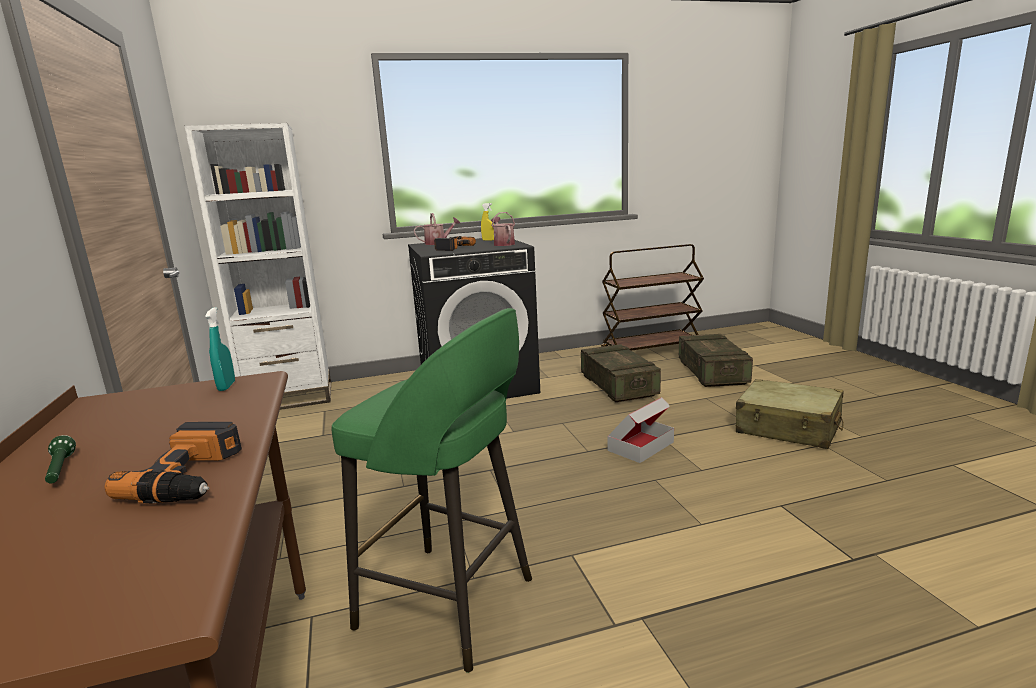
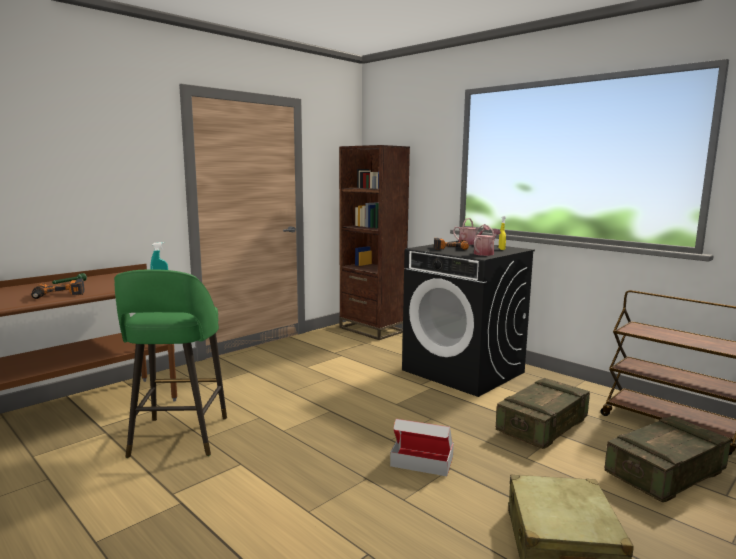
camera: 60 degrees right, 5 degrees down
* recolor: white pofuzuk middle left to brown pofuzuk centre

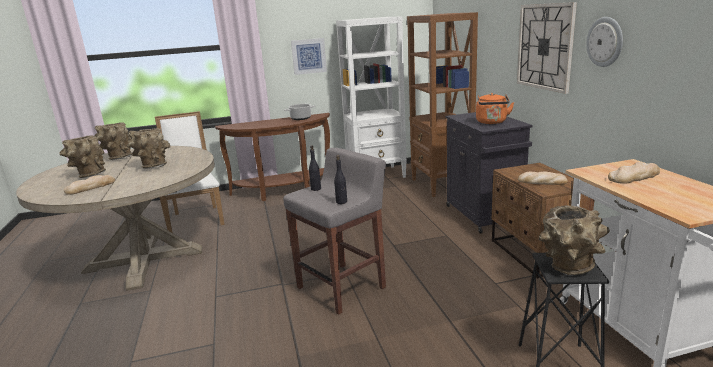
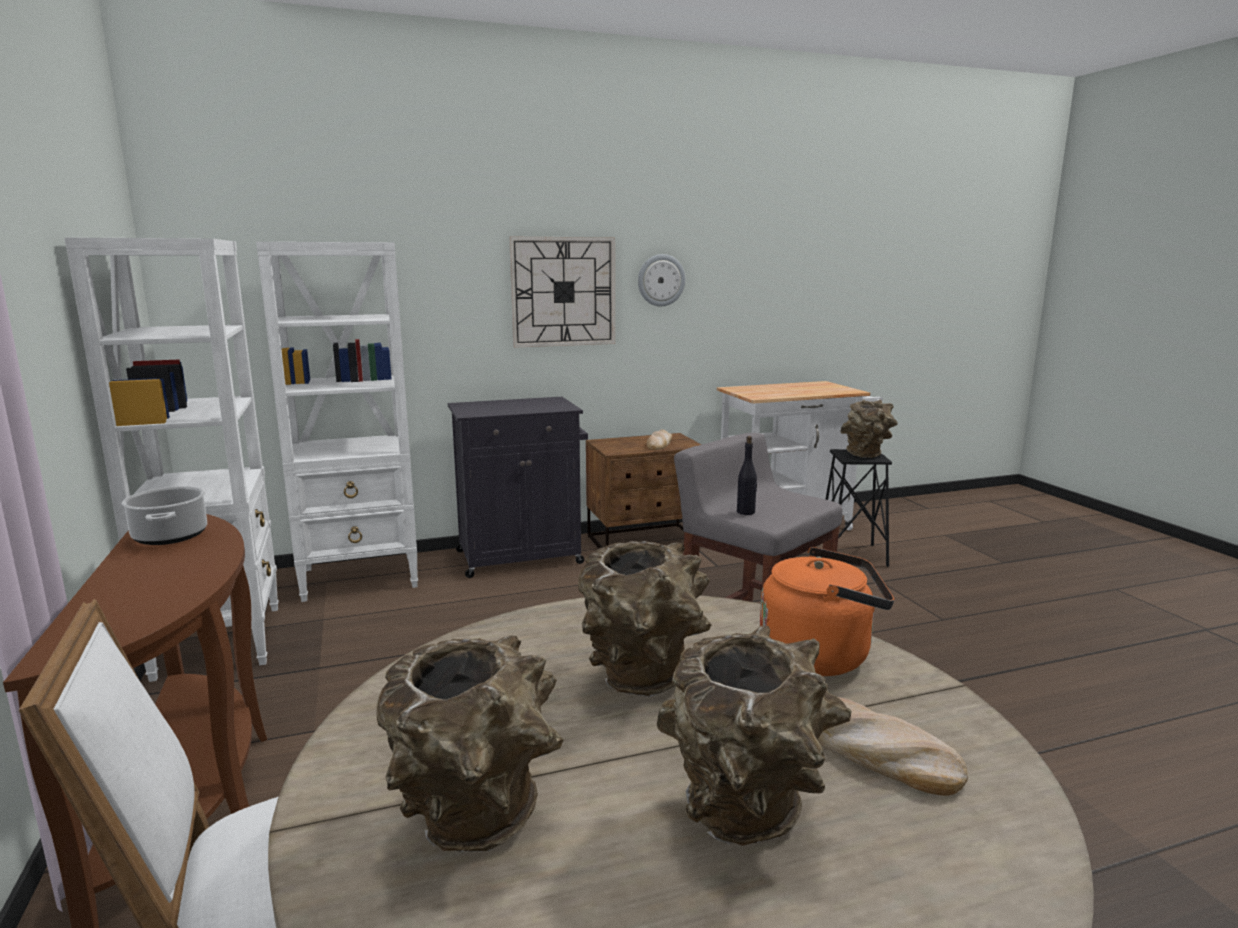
camera: 95 degrees left, 5 degrees down
* delete: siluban top centre
* delete: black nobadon (2nd from left) centre
* recolor: brown pofuzuk top centre to white pofuzuk (2nd from left) middle left
* move: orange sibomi top right to middle right
* delete: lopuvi (3rd from left) middle right

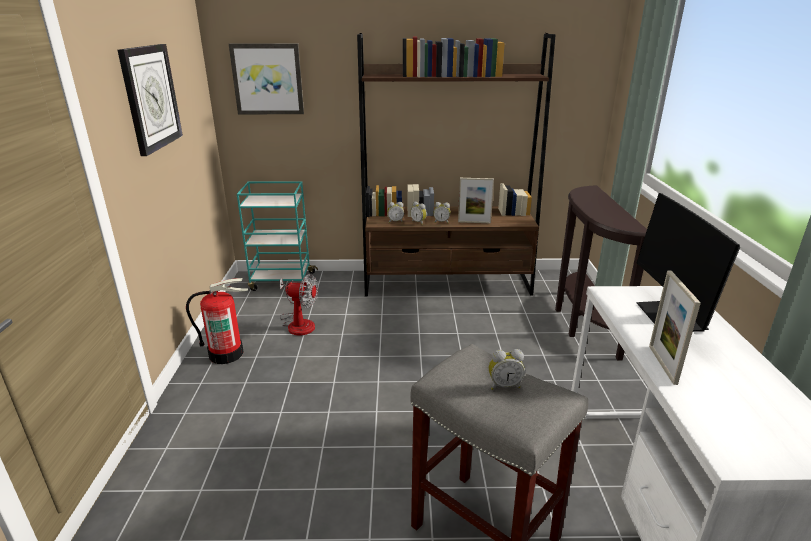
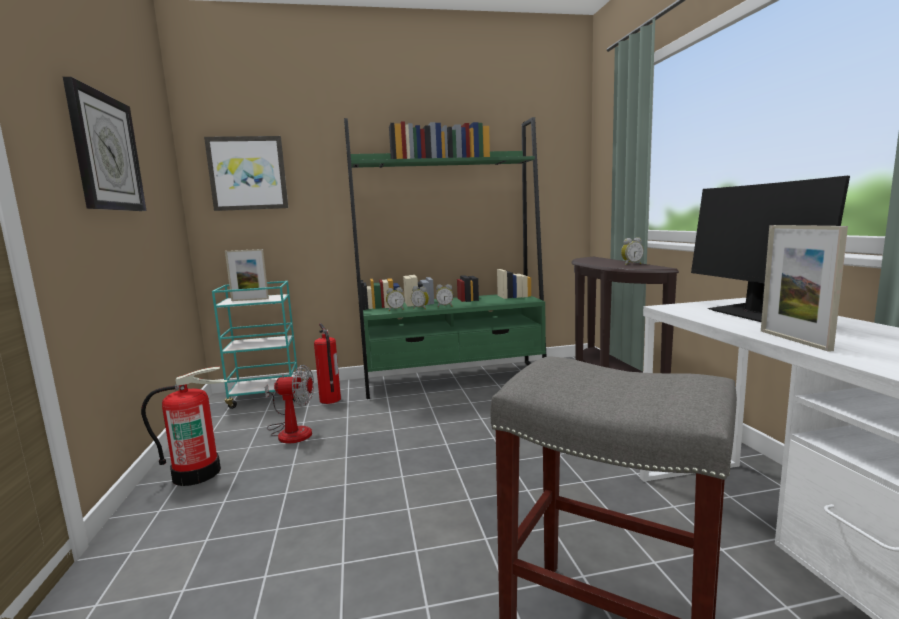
camera: 10 degrees left, 15 degrees down
* recolor: brown pofuzuk top centre to green pofuzuk centre
* move: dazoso (1st from left) centre to middle left
* move: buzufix (4th from left) bottom centre to middle right
* insert: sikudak (2nd from left) centre

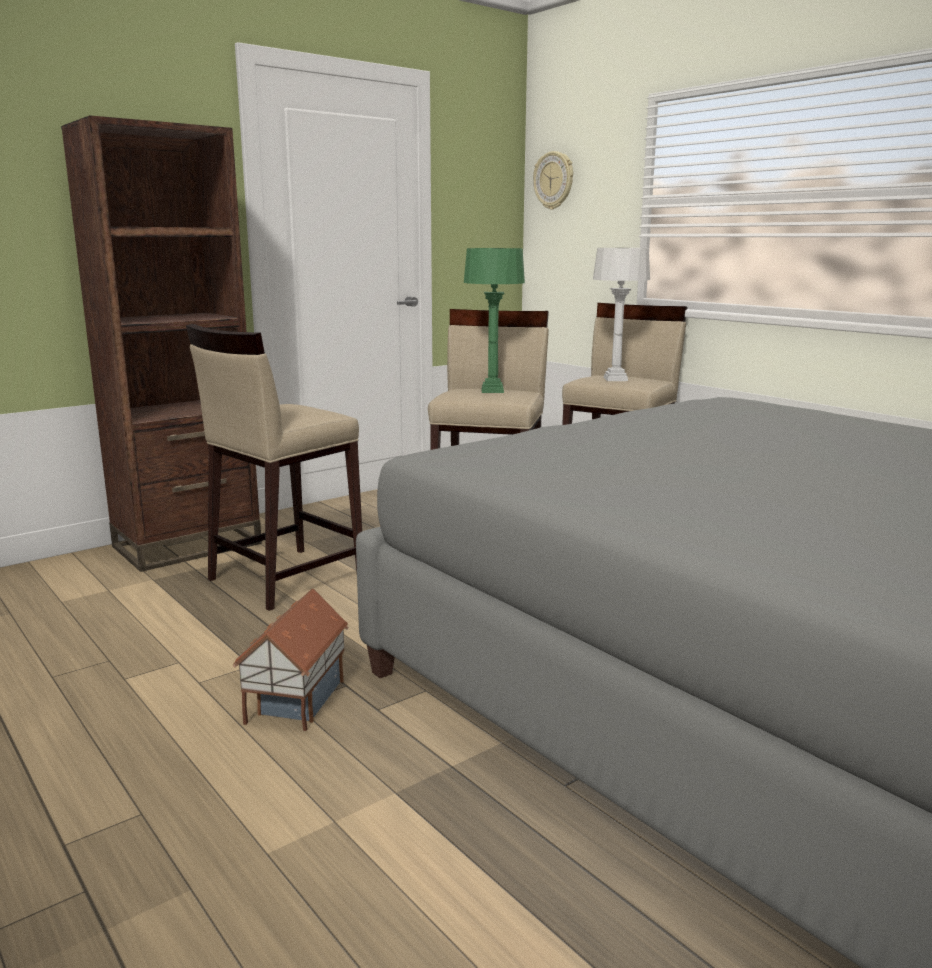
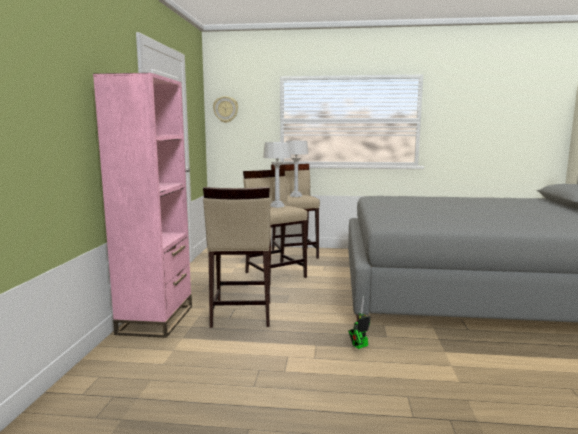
camera: 45 degrees left, 5 degrees down
* recolor: brown pofuzuk middle left to pink pofuzuk middle left
* replace: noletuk bottom left to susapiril bottom centre
* recolor: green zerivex top centre to grey zerivex (1st from left) centre

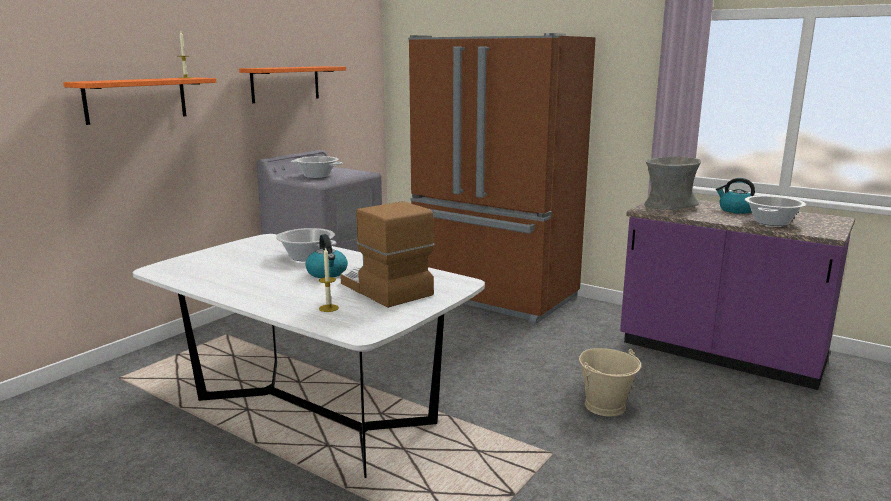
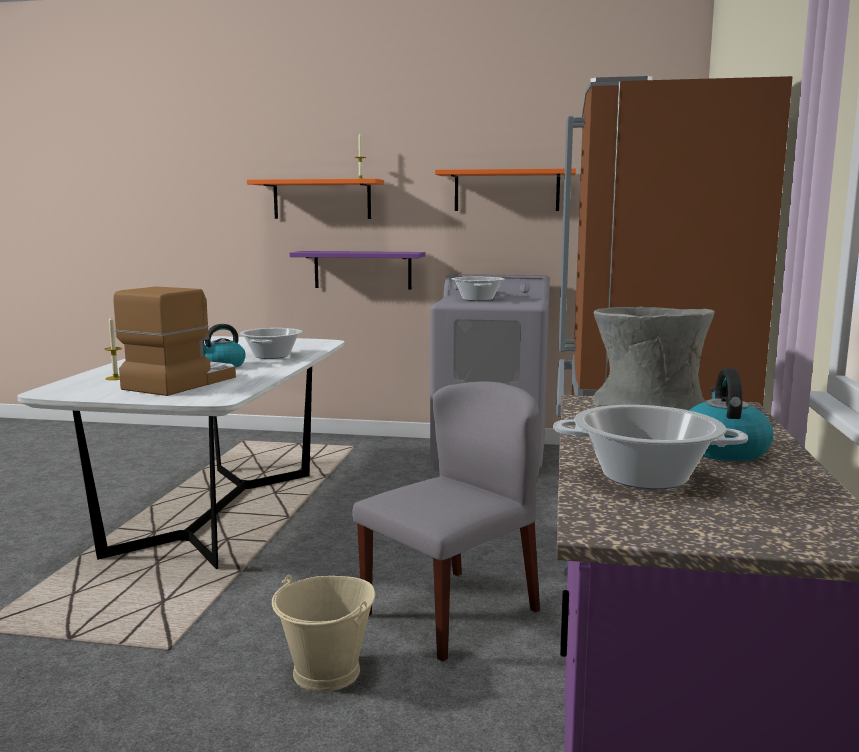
camera: 65 degrees right, 5 degrees down
* insert: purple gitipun centre
* insert: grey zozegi bottom centre

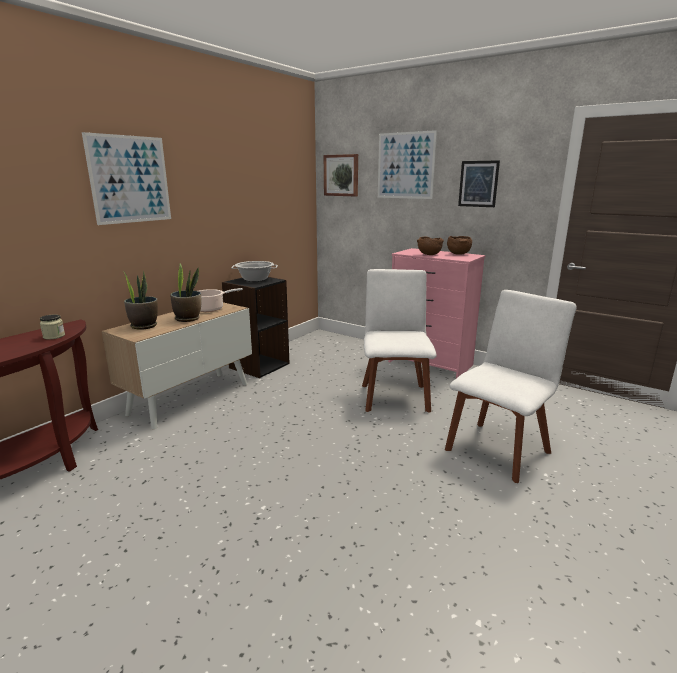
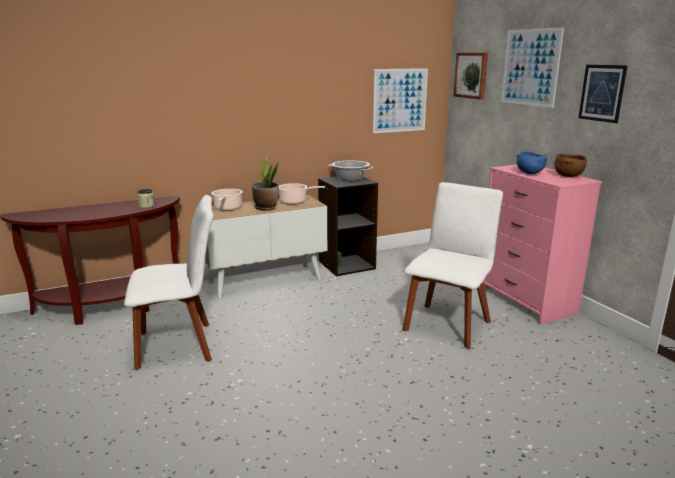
camera: 30 degrees right, 0 degrees up
* move: siluban (1st from left) top left to top centre
* replace: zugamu (1st from left) middle left to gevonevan (1st from left) centre
* recolor: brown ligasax (1st from left) centre to blue ligasax middle right
* move: white zozegi (2nd from left in the first image) middle right to white zozegi (1st from left) middle left

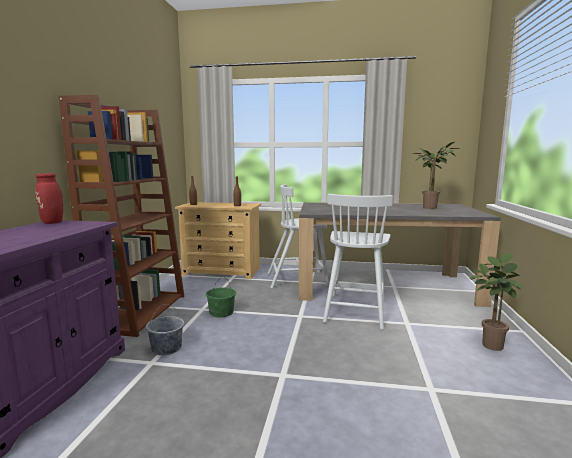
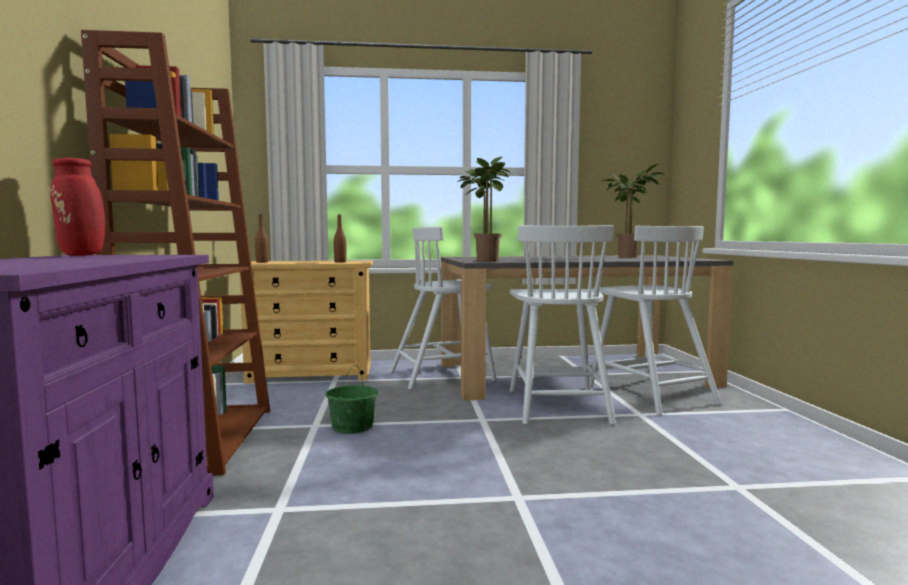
camera: 15 degrees left, 5 degrees down
* delete: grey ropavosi bottom left
* move: zugamu (2nd from left in the first image) middle right to zugamu (1st from left) centre
* insert: white zozegi (3rd from left) middle right

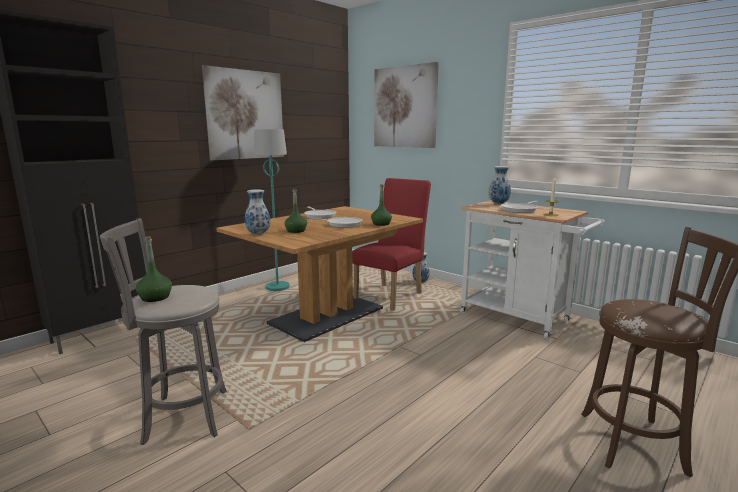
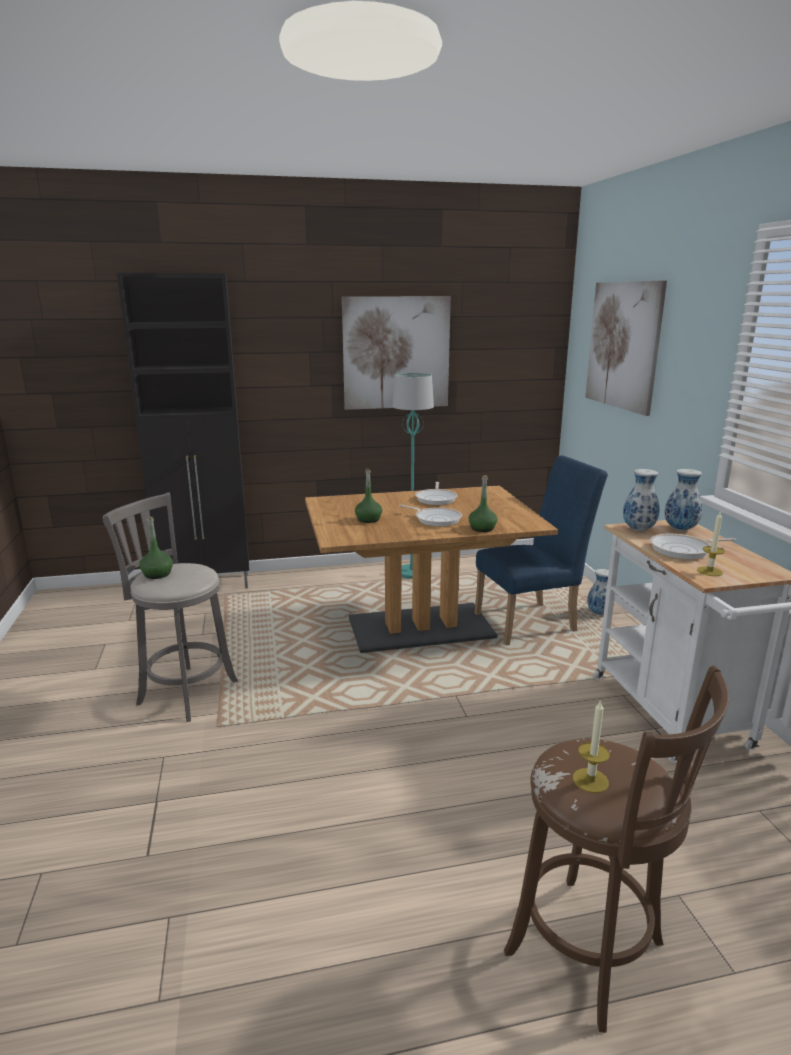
camera: 35 degrees right, 5 degrees up
* move: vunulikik (1st from left in the first image) centre to vunulikik (2nd from left) middle right
* recolor: red zozegi centre to blue zozegi middle right
* insert: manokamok (1st from left) bottom right

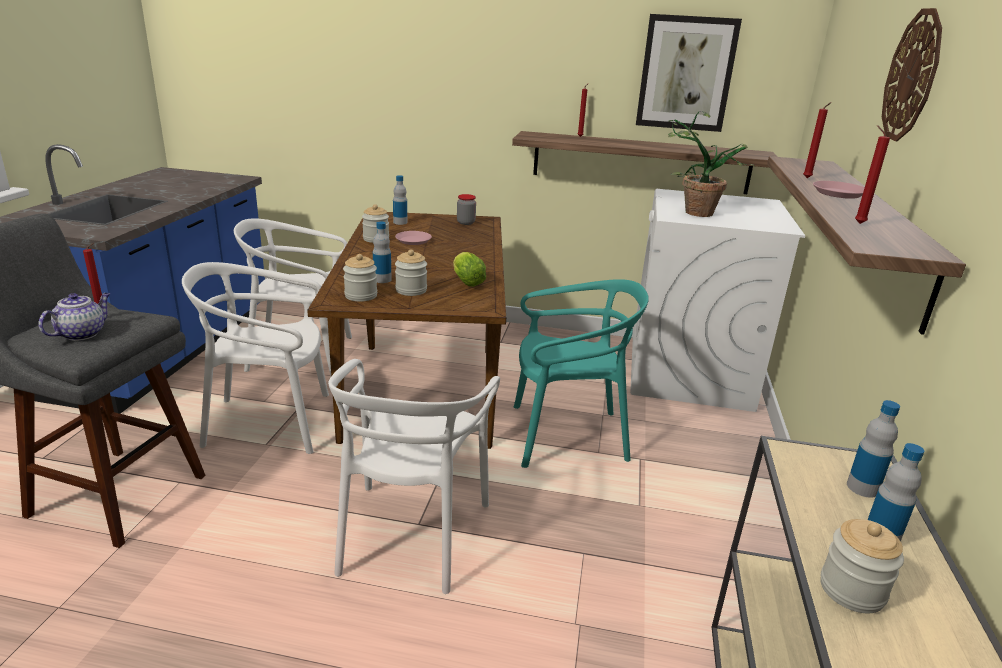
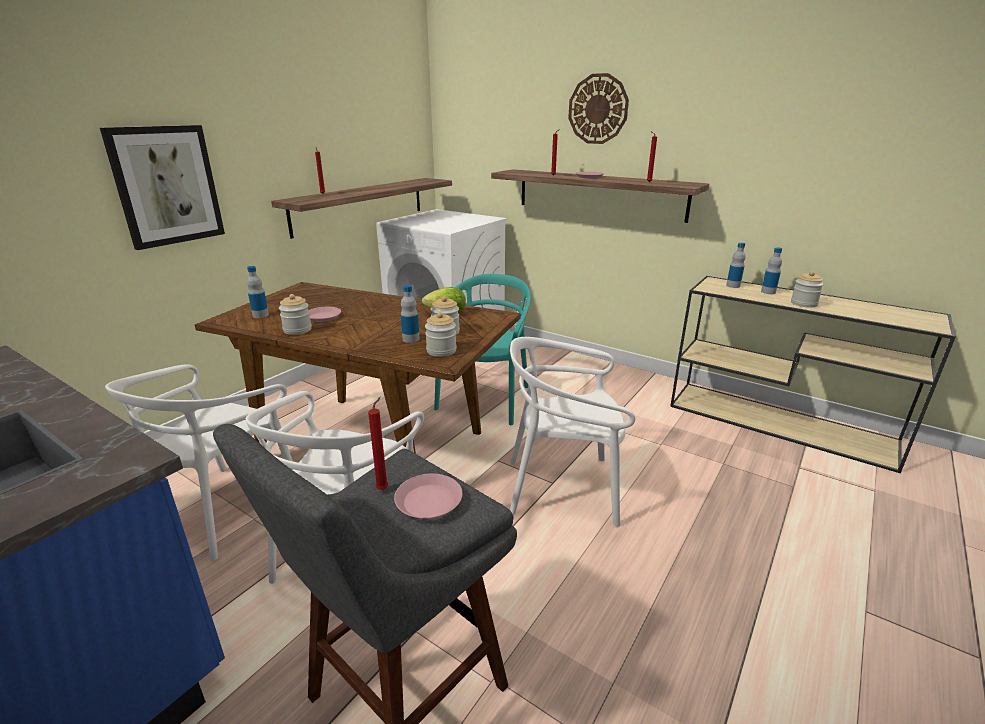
camera: 65 degrees left, 0 degrees up
* replace: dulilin middle left to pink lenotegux (2nd from left) bottom centre
* rotate: white zozegi (3rd from left) bottom centre = centre 150 degrees clockwise
* delete: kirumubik (4th from left) top centre
* move: siluban top right to top left
* delete: zugamu top right

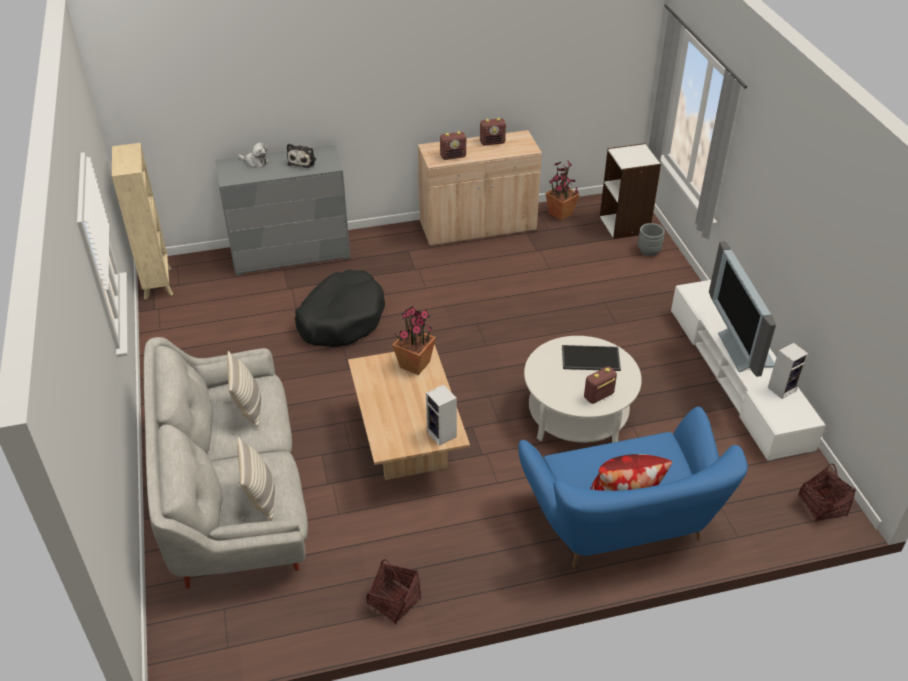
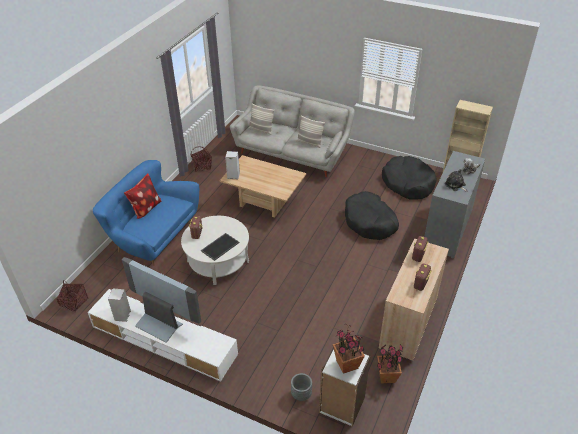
camera: 130 degrees right, 0 degrees up
* move: zugamu (1st from left) centre to bottom centre
* insert: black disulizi (2nd from left) middle right

